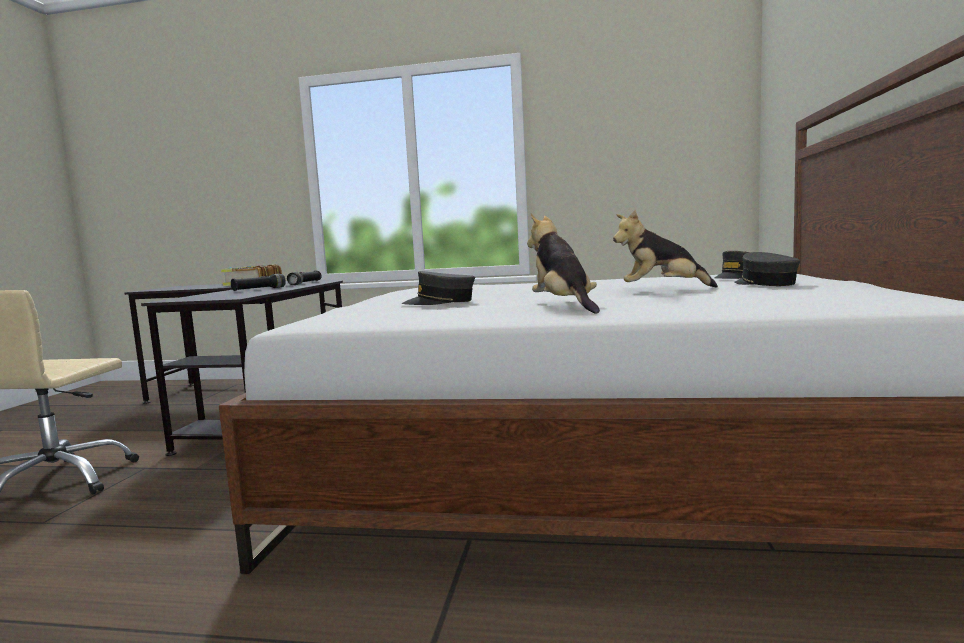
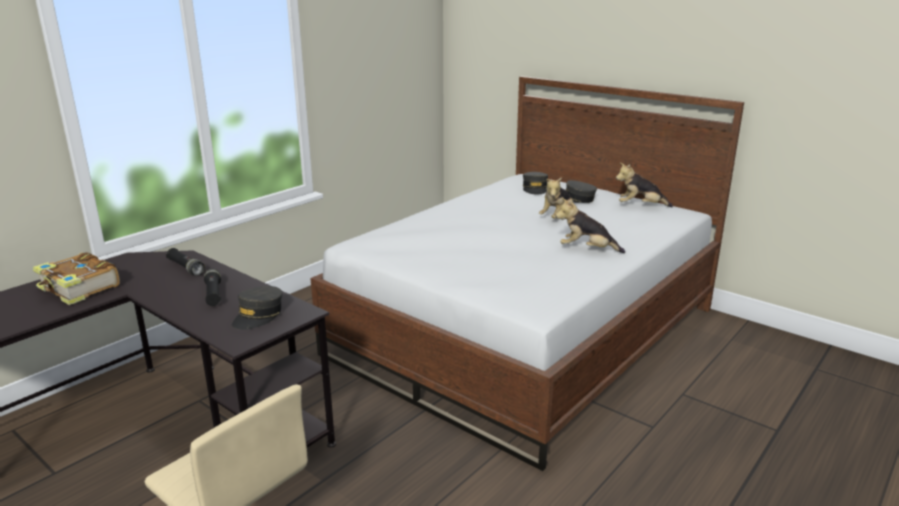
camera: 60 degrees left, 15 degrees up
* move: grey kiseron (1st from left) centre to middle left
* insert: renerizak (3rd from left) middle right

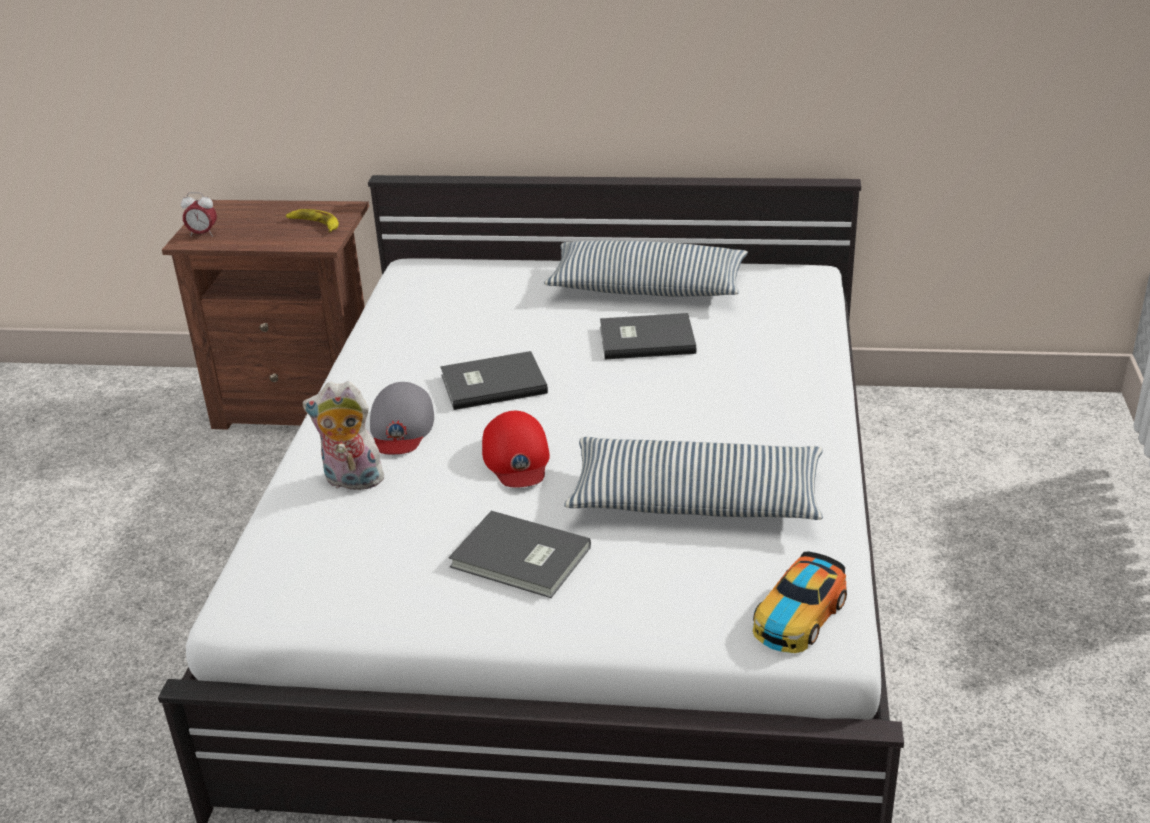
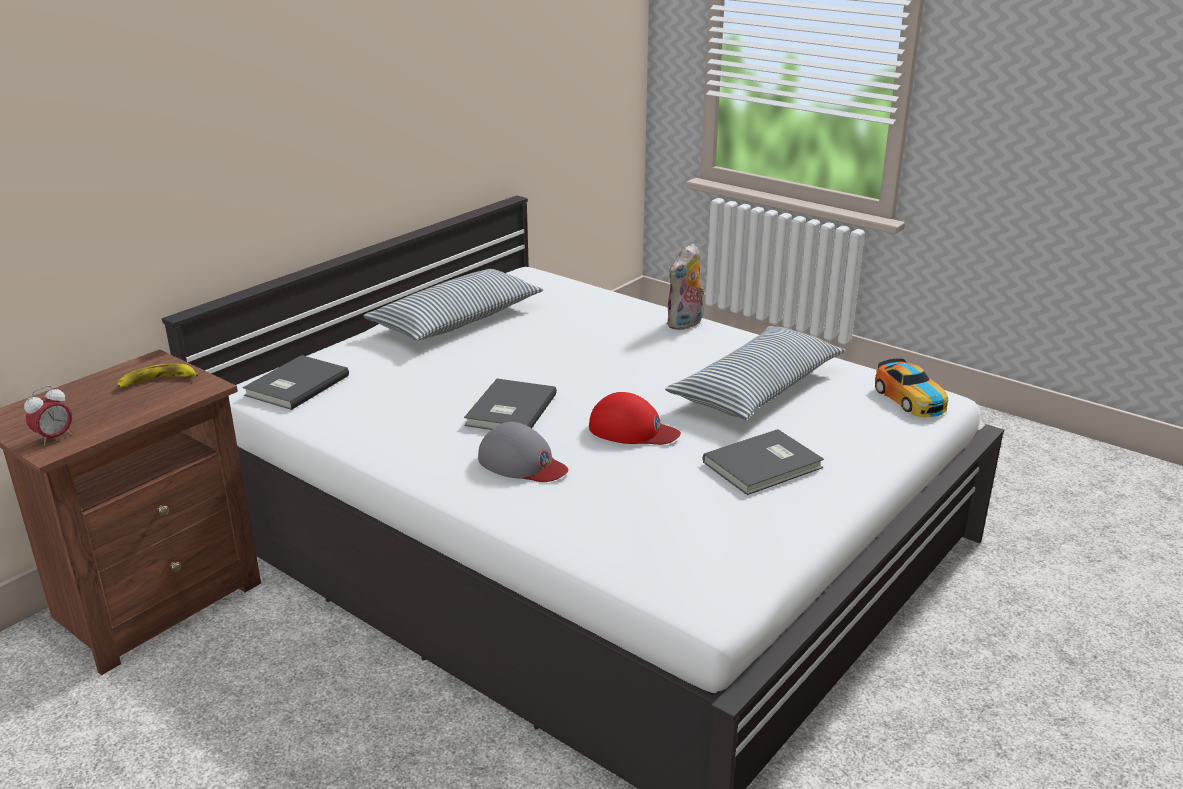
camera: 60 degrees left, 5 degrees down
* move: renerizak middle left to centre
* move: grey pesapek (3rd from left in the first image) centre to grey pesapek (1st from left) middle left

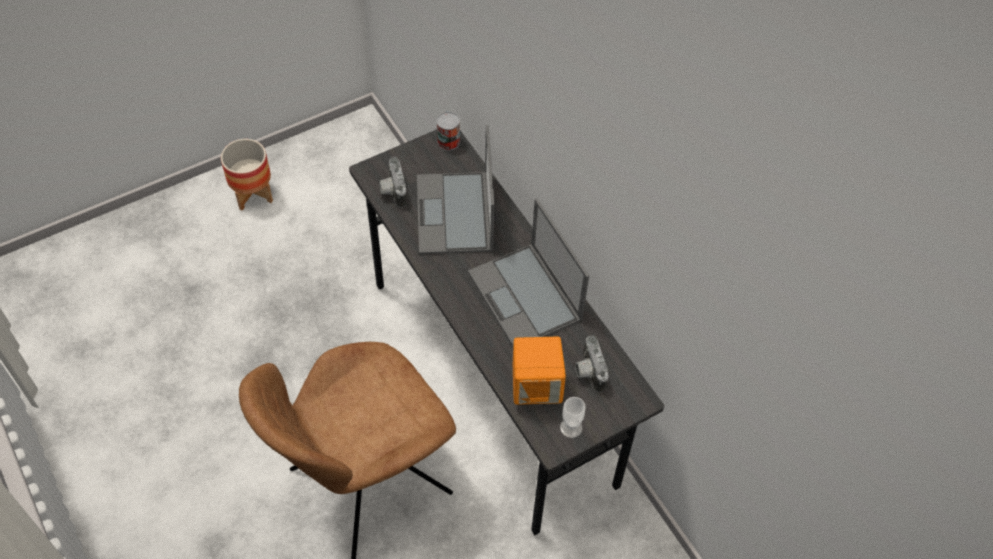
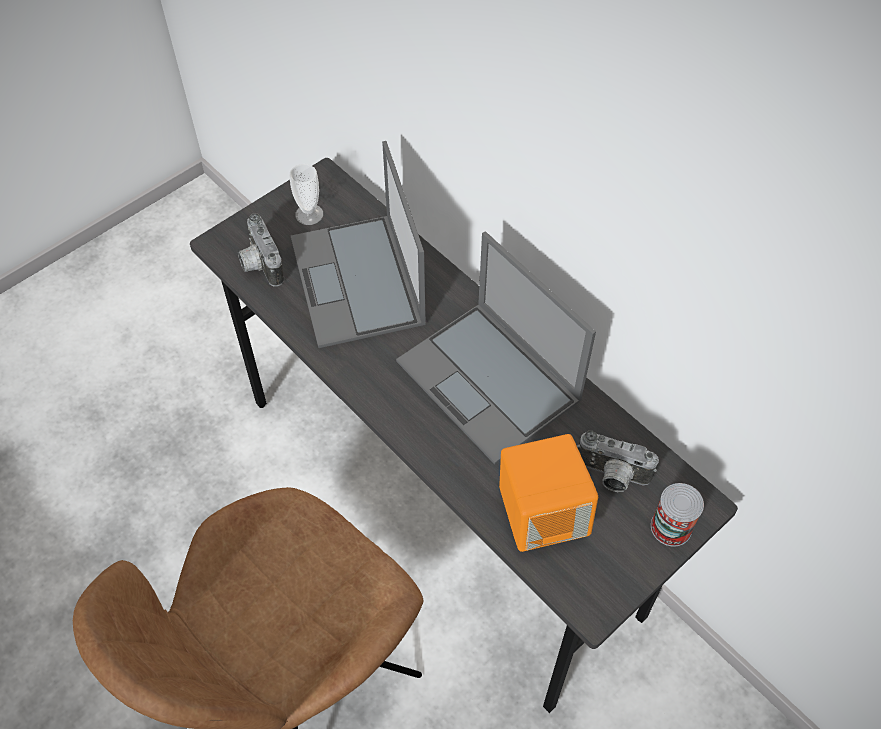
camera: 10 degrees left, 0 degrees up
* delete: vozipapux top left
* move: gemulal top centre to bottom right
* move: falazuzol bottom centre to top centre
* rotate: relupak (2nd from left) centre = middle right 45 degrees counterclockwise

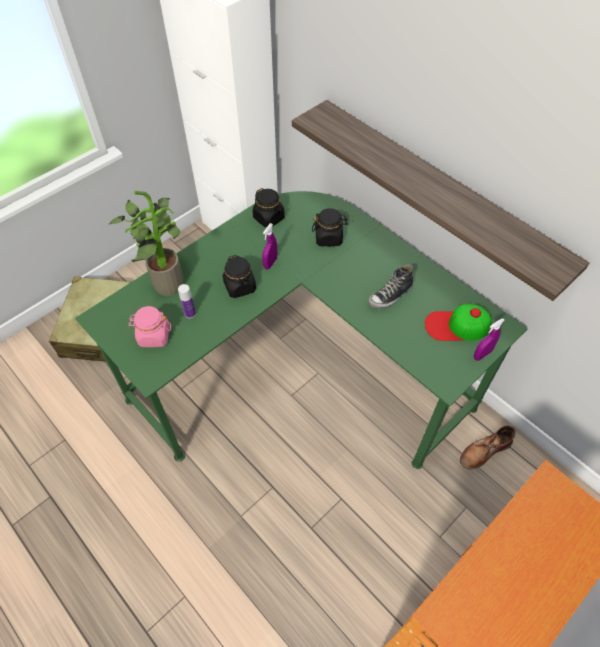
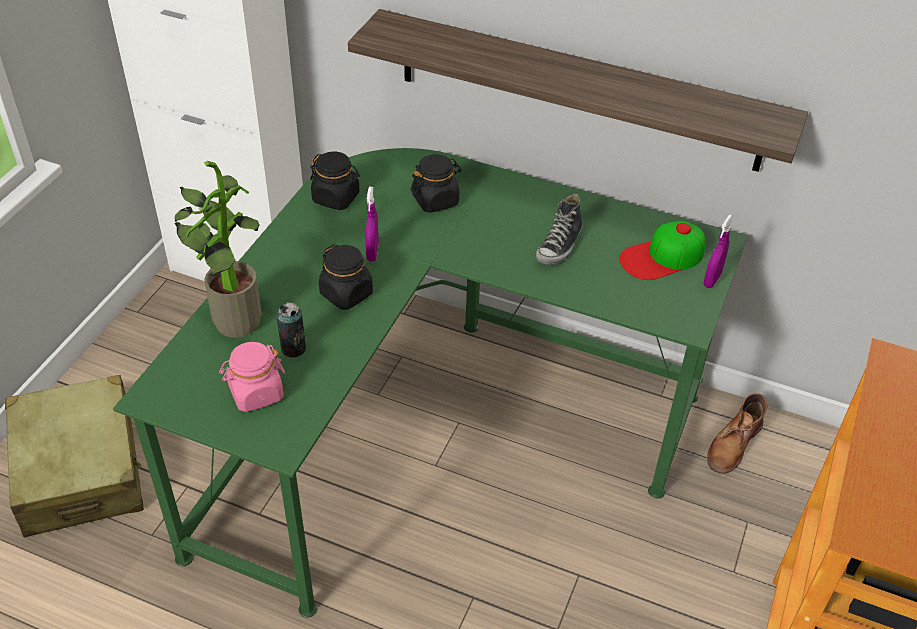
camera: 25 degrees left, 10 degrees down
* replace: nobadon middle left to gemulal middle left

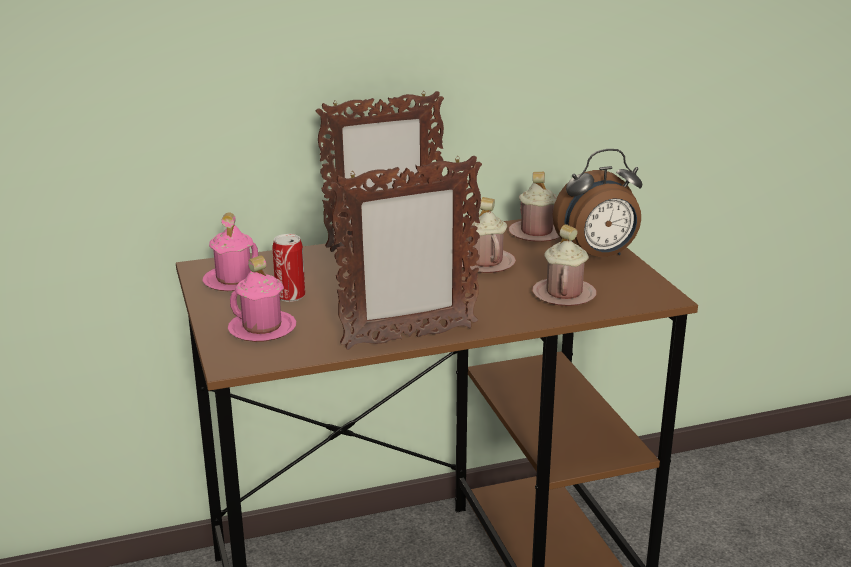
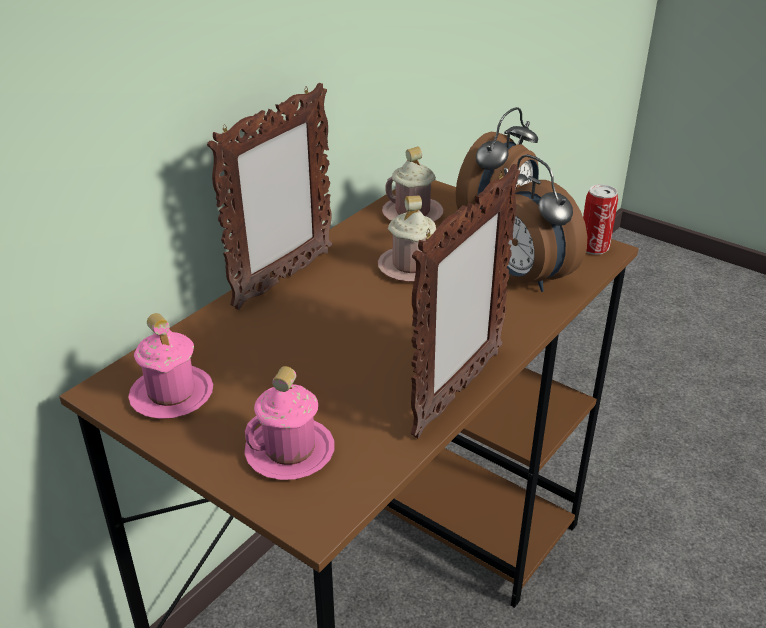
camera: 35 degrees left, 10 degrees up
* move: gemulal centre to middle right
* replace: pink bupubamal (5th from left) centre to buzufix (2nd from left) middle right

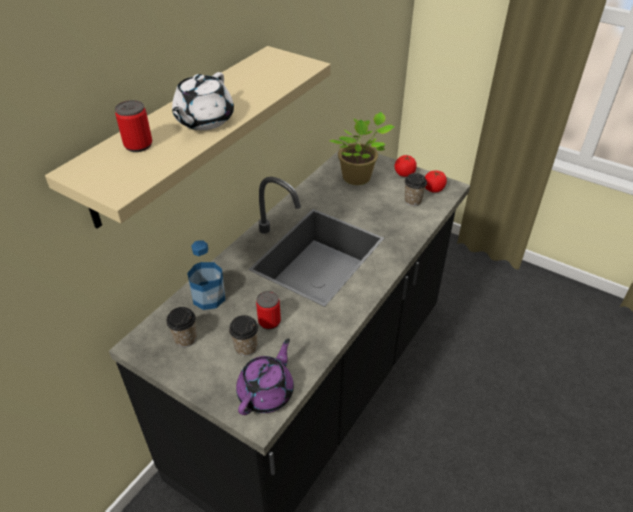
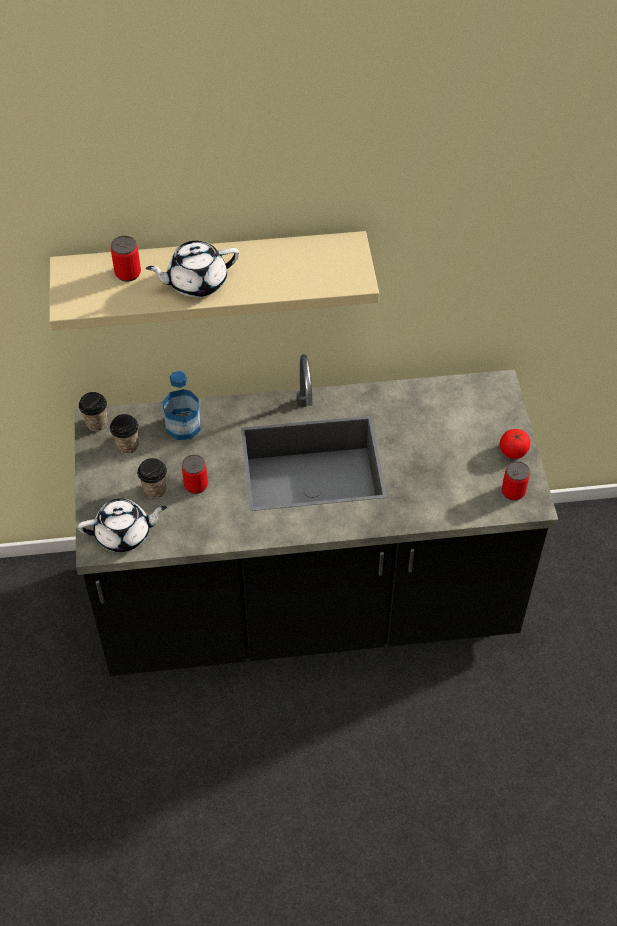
camera: 50 degrees right, 10 degrees up
* recolor: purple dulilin bottom centre to white dulilin (1st from left) middle left
* delete: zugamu top centre
* move: falazuzol (3rd from left in the first image) centre to falazuzol (1st from left) middle left
* replace: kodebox (2nd from left) middle right to gemulal (3rd from left) middle right

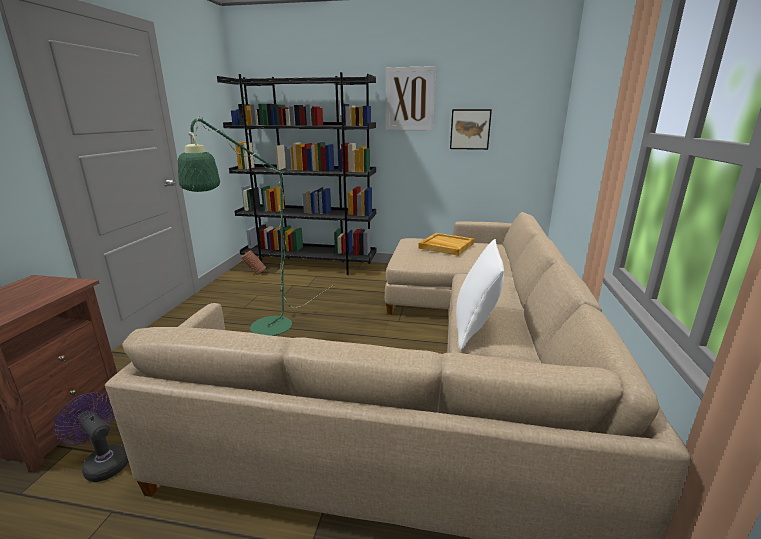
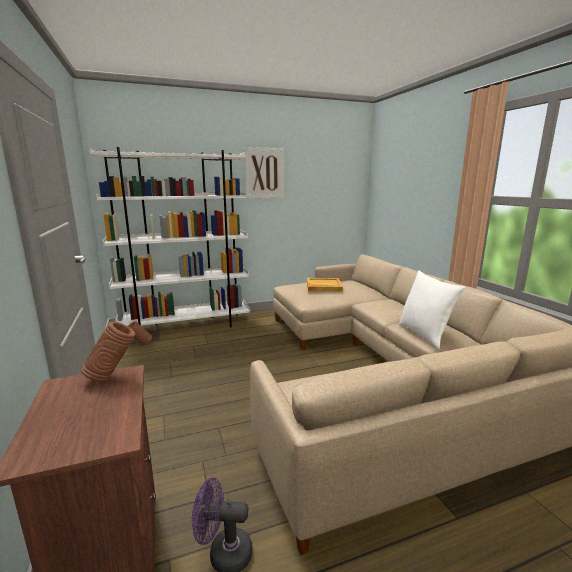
camera: 30 degrees left, 5 degrees down
* delete: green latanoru centre
* recolor: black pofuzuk top centre to white pofuzuk middle left
* delete: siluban (2nd from left) top centre
* insert: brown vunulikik (1st from left) middle left

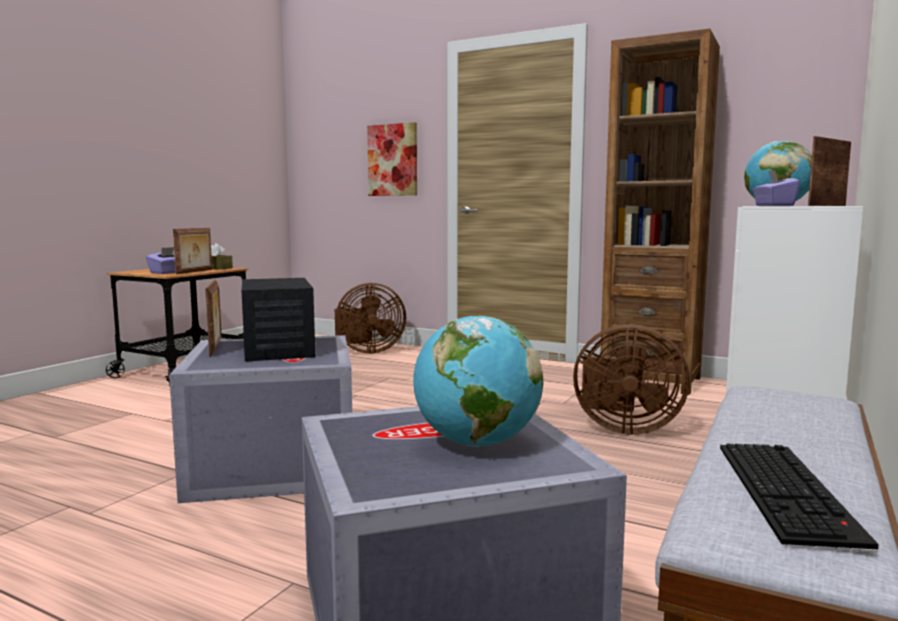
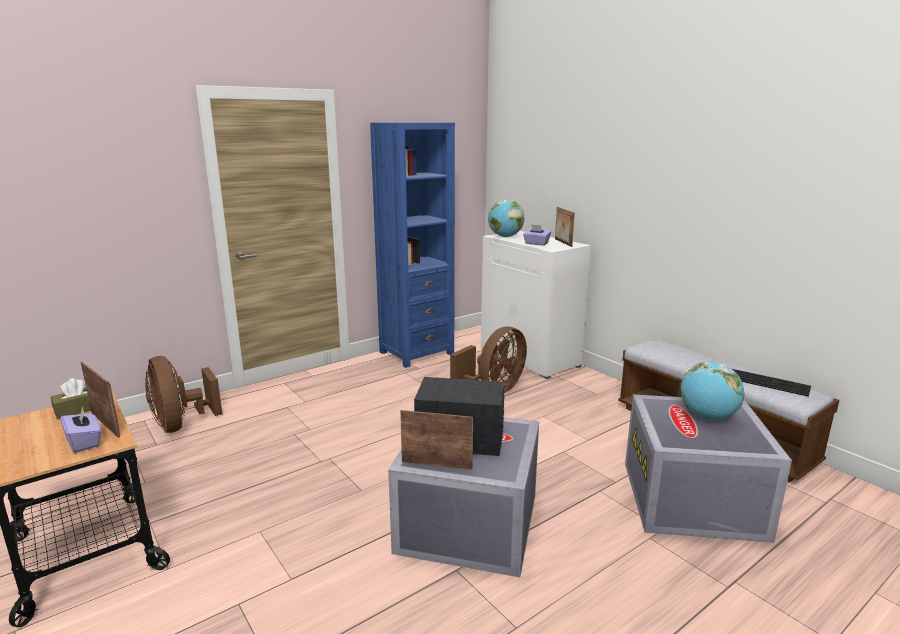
camera: 65 degrees left, 10 degrees up
* rotate: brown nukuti (1st from left) centre = middle left 135 degrees clockwise
* delete: siluban top centre
* recolor: brown pofuzuk middle right to blue pofuzuk centre

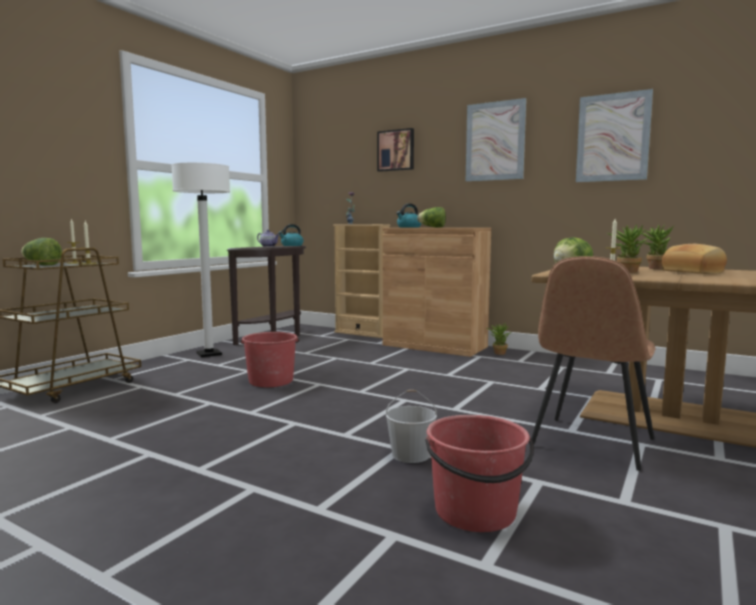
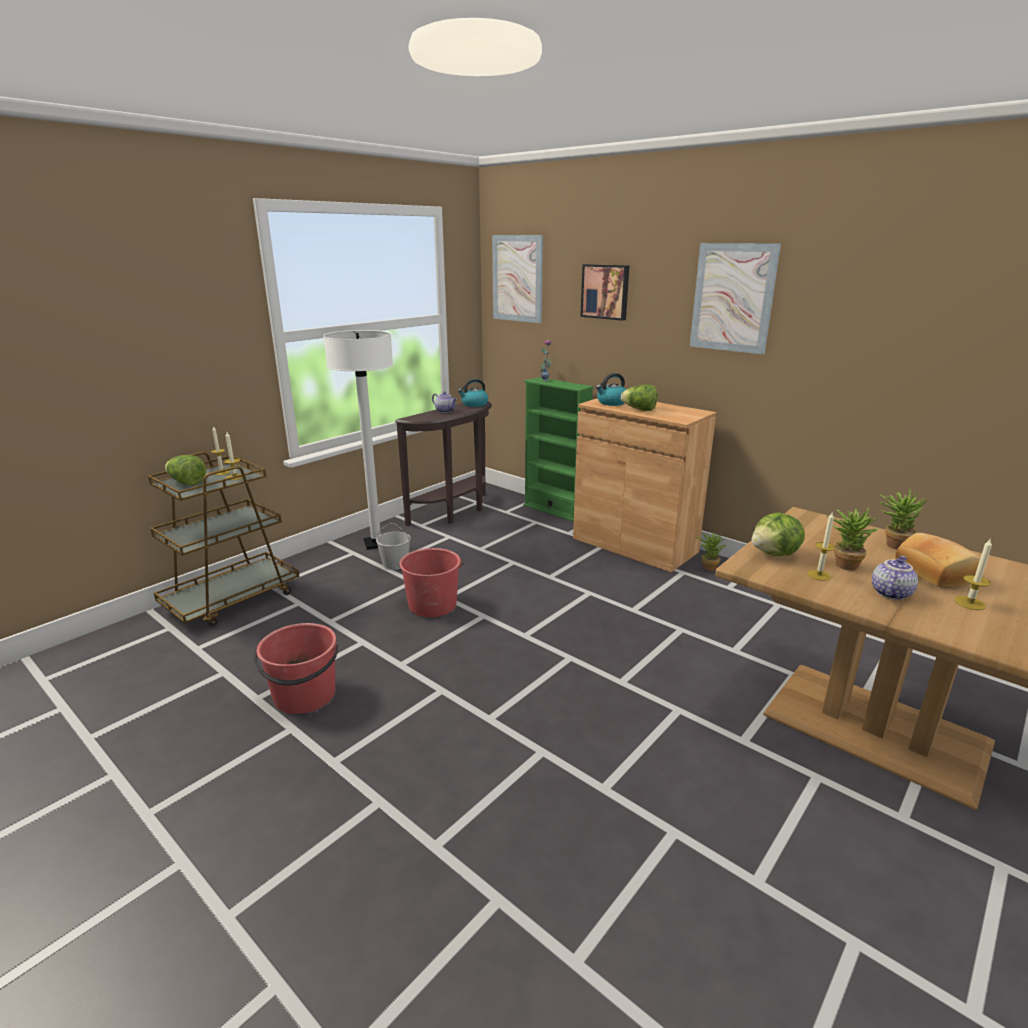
camera: 10 degrees right, 15 degrees up
* recolor: beige pofuzuk centre to green pofuzuk centre
* move: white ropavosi bottom centre to centre
* move: red ropavosi (2nd from left in the first image) bottom centre to red ropavosi (1st from left) middle left
* delete: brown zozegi middle right
* move: siluban (3rd from left in the first image) top right to siluban (1st from left) top centre
* insert: dulilin (2nd from left) middle right
* insert: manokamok (4th from left) middle right

